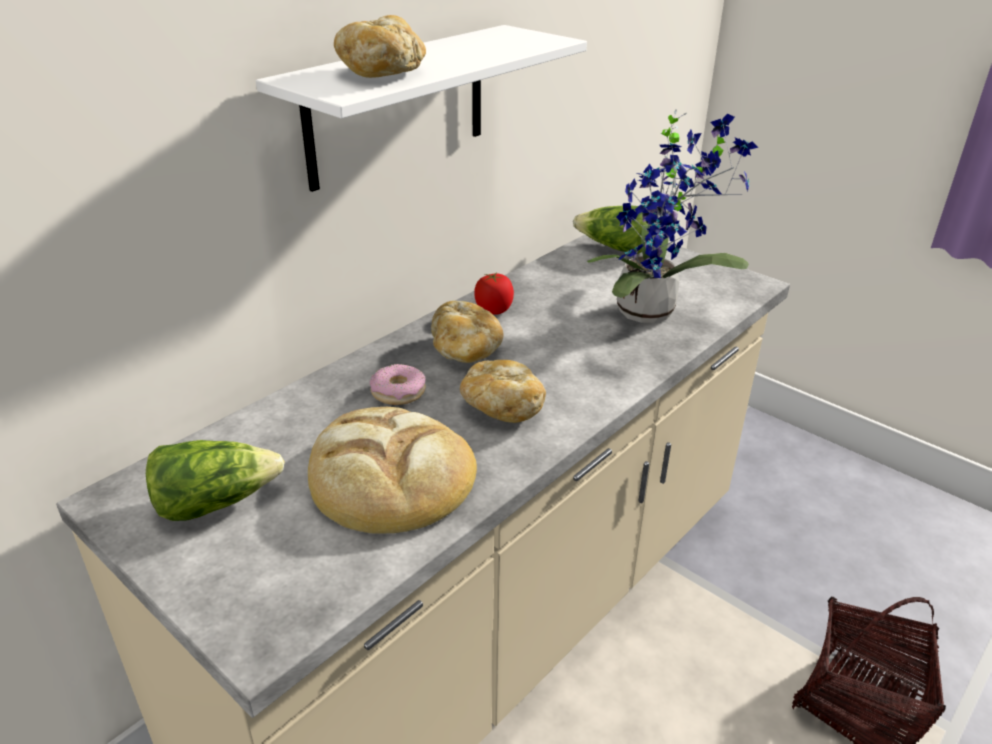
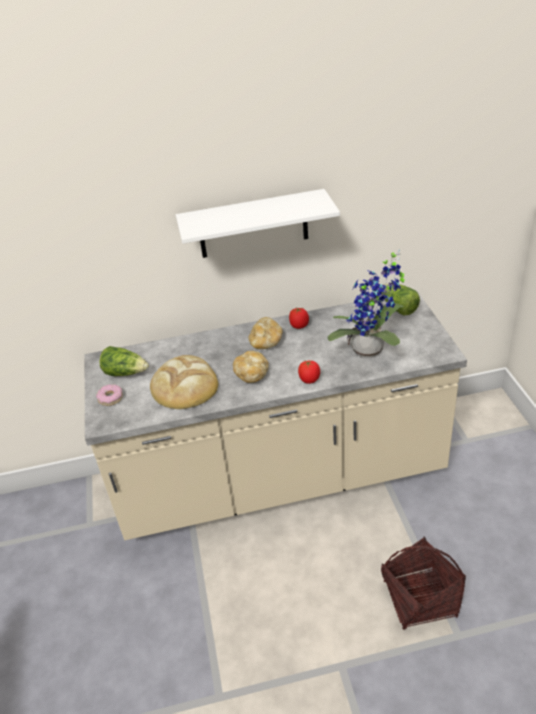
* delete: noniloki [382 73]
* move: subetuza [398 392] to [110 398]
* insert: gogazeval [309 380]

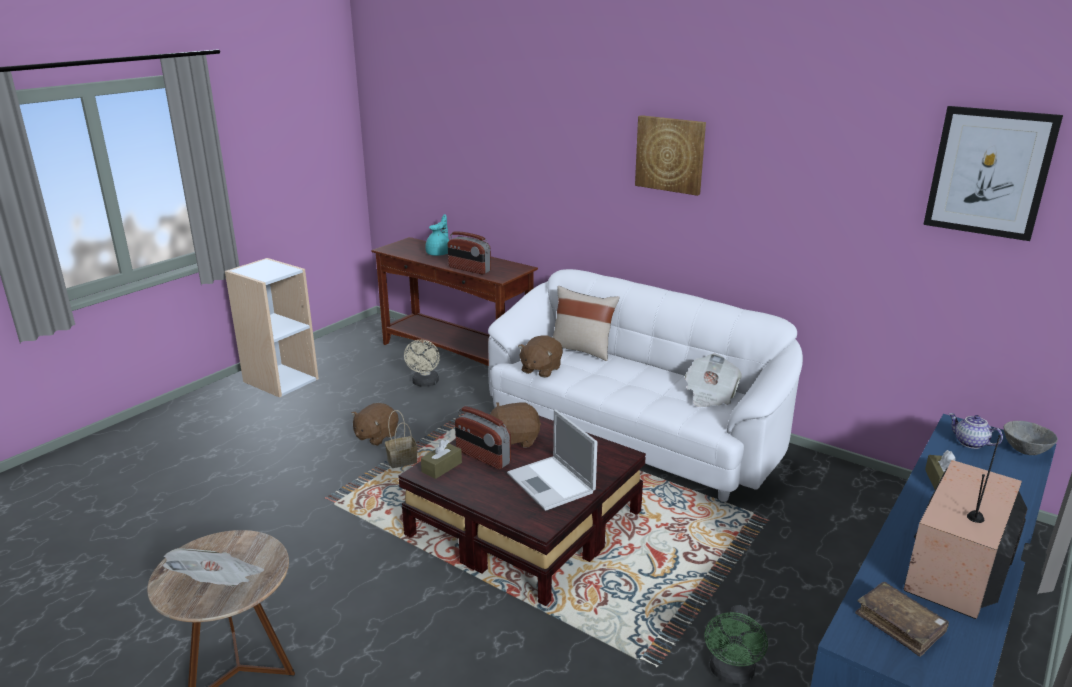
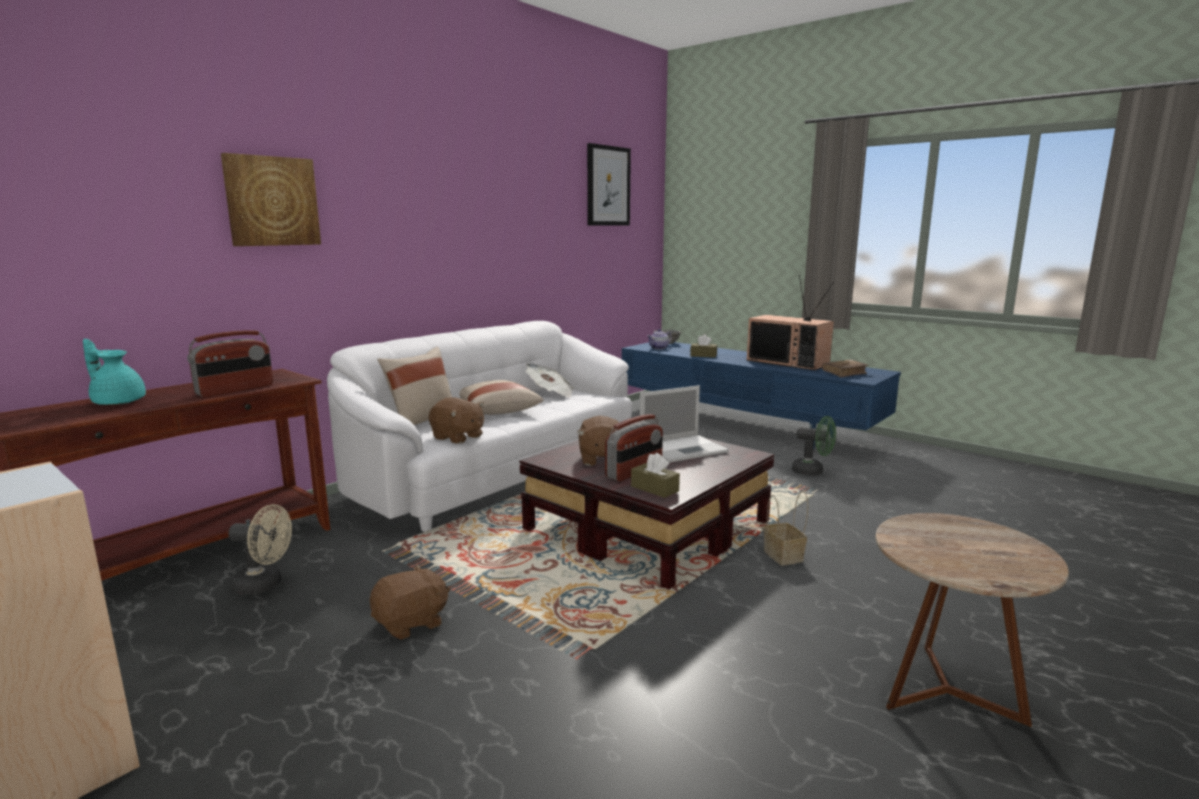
* delete: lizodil [218 584]
* rotate: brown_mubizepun [376 436] = [411 623] 75 degrees counterclockwise
* move: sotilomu [401 462] to [784 556]
* move: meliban [670 154] to [272 201]
* insert: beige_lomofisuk [497 410]

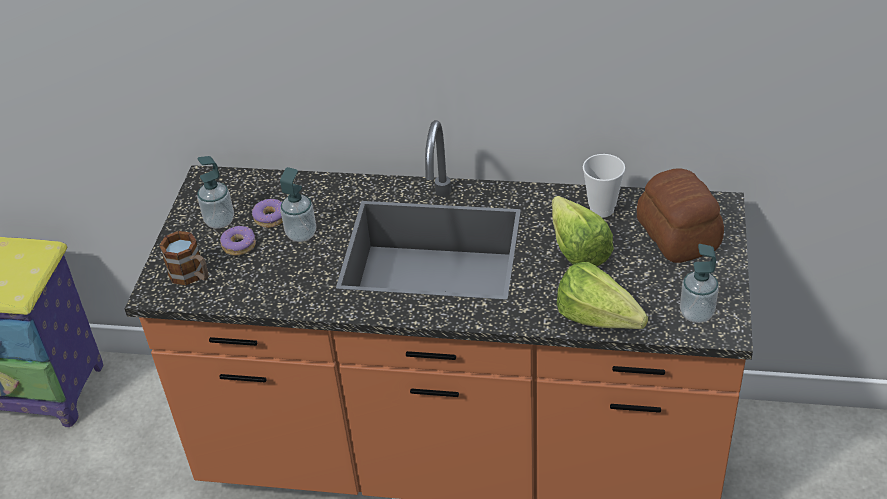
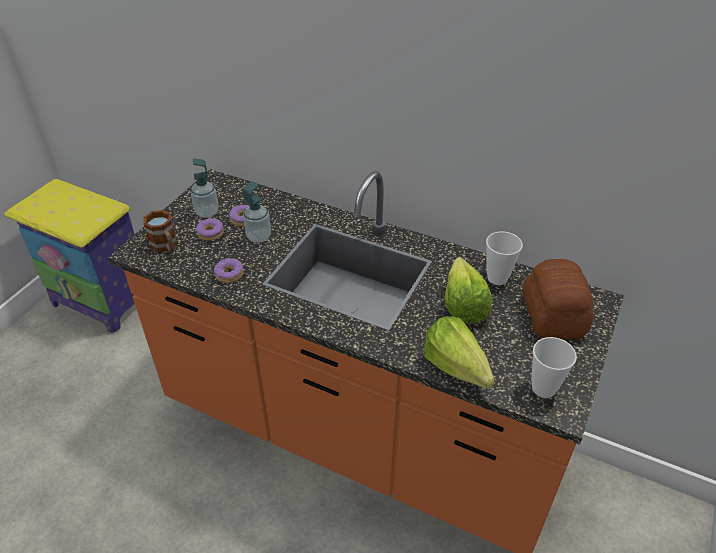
* replace: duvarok [696 313] to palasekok [543 388]
* insert: subetuza [229 275]

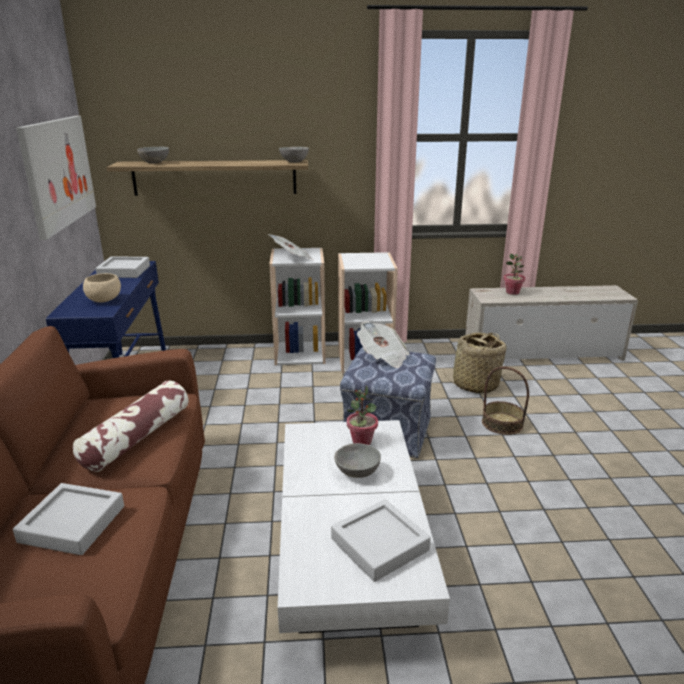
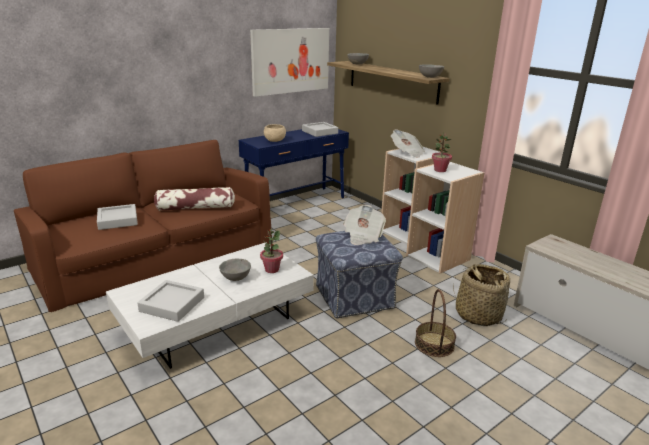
* move: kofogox [512 292] to [440 170]

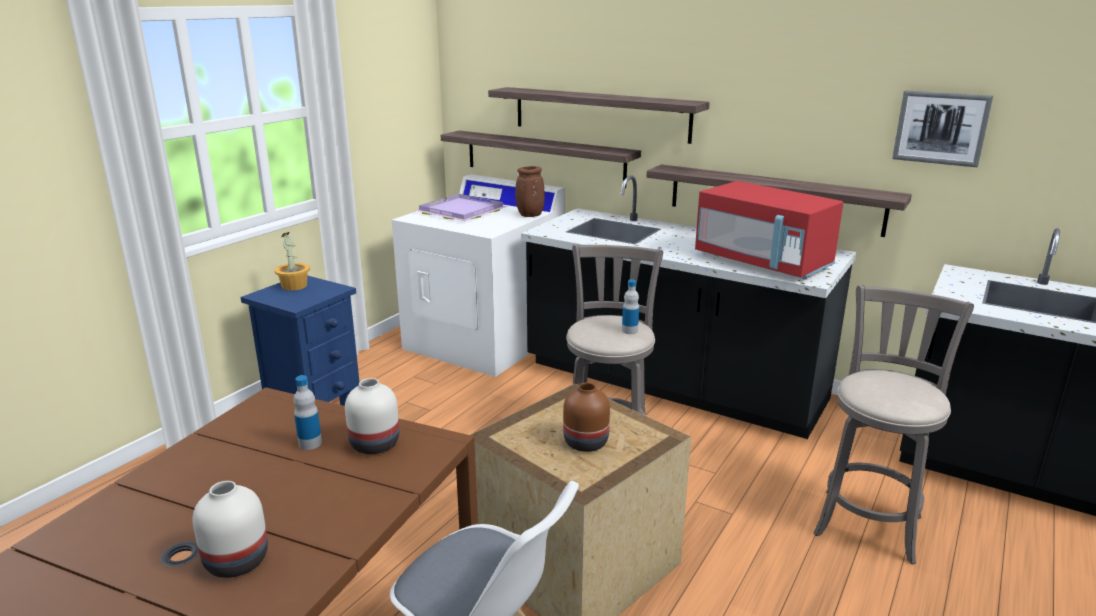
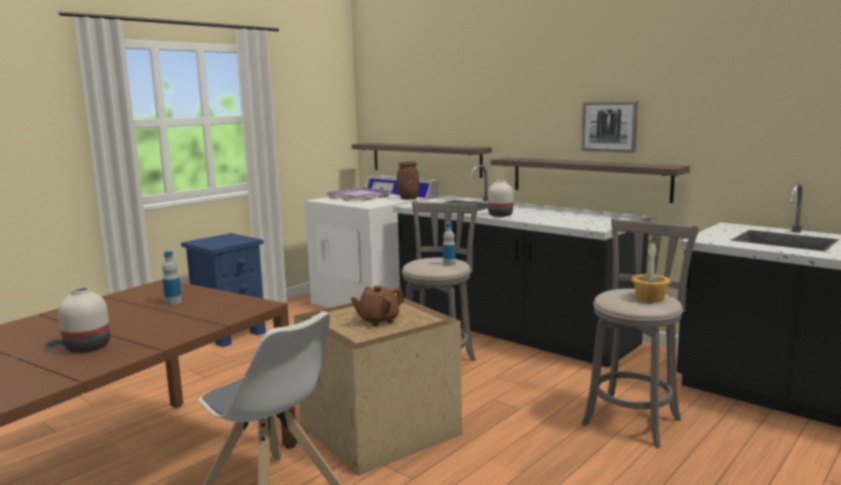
* move: kofogox [294 286] to [650 299]
* move: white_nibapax [375 445] to [500 215]
* delete: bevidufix [600 114]
* replace: brown_nibapax [586 442] to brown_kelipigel [378 321]
* delete: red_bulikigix [762 263]
* move: meliban [941 128] to [609 126]

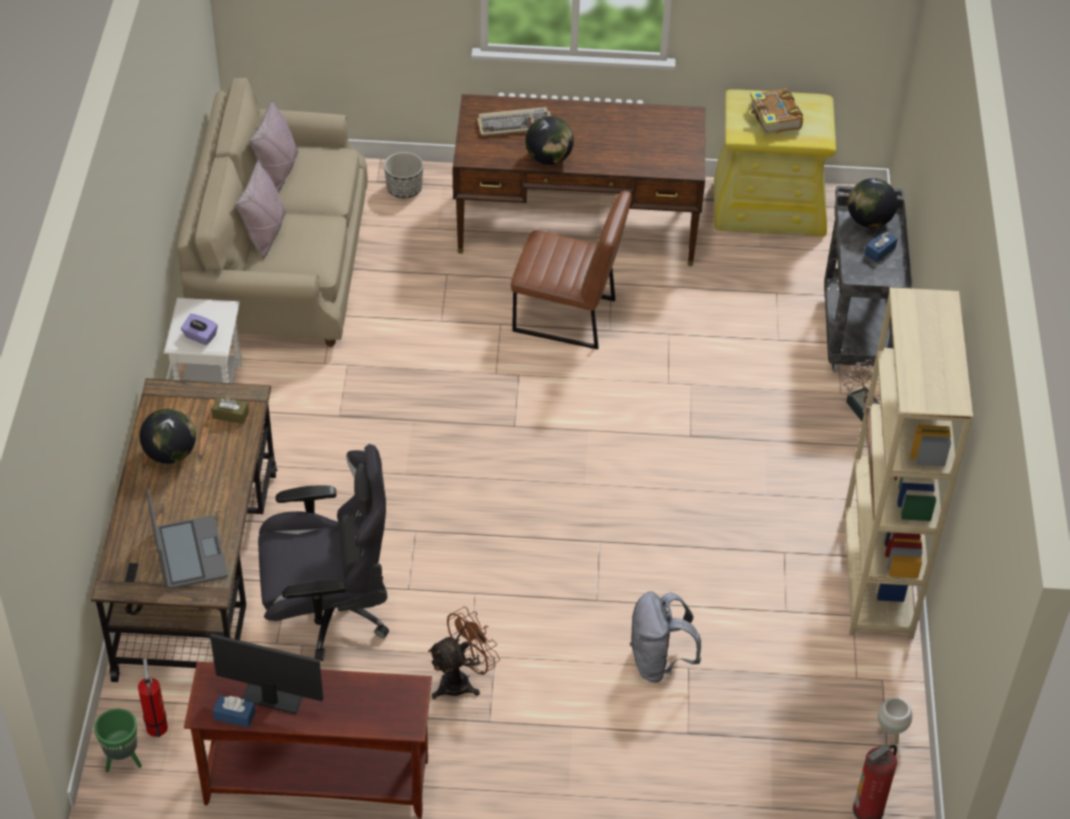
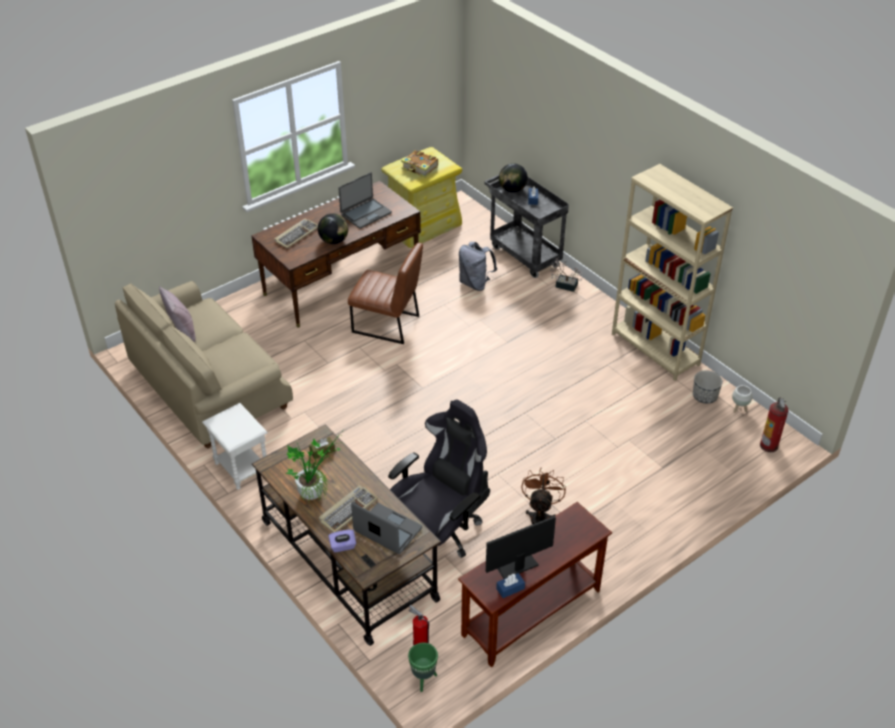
* replace: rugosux [170 454] to kofogox [314 490]
* move: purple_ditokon [200 337] to [343 546]
* delete: purple_lomofisuk [265 234]
* move: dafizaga [404 189] to [704 396]
* rotate: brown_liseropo [567 316] = [387 324] 45 degrees clockwise
* move: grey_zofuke [659 662] to [475 283]
* insert: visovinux [348 510]
* insert: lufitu [365 214]

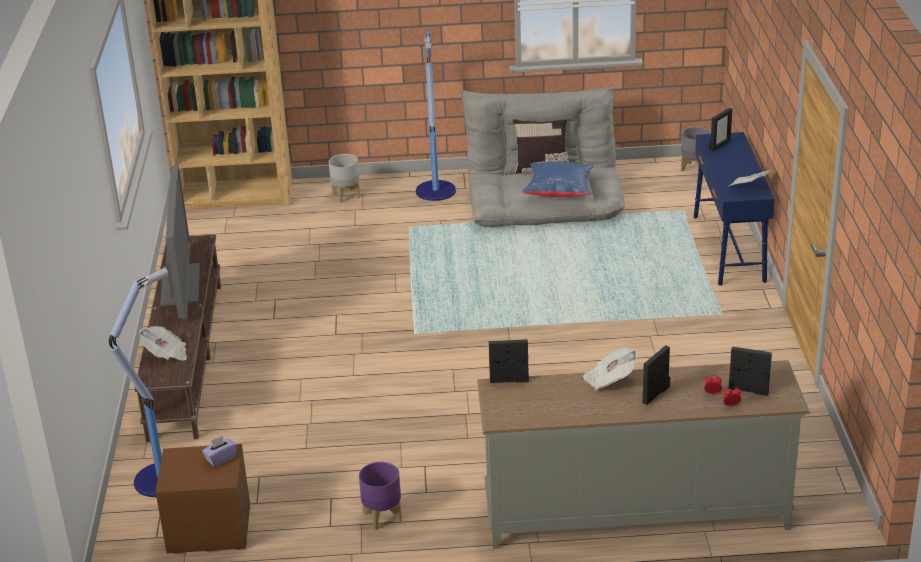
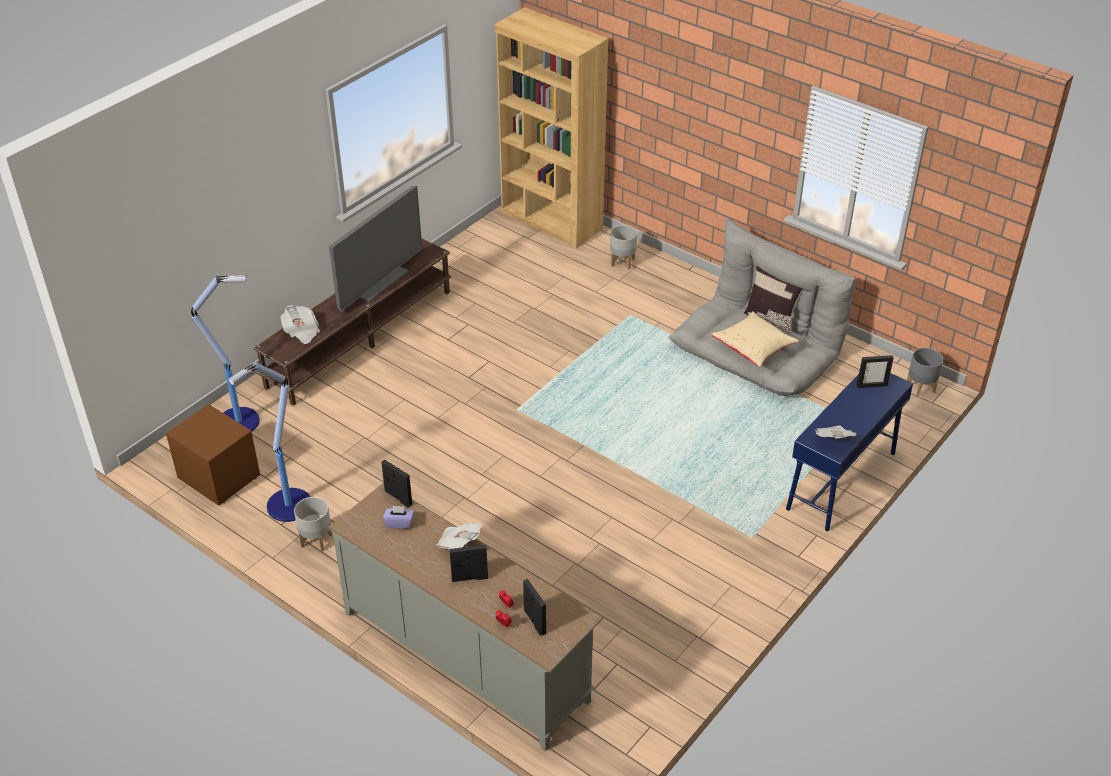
* move: purple_ditokon [221 459] to [399 523]
* recolor: purple_dafizaga [382 517] to grey_dafizaga [316 540]
* move: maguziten [436 191] to [288 506]
* recolor: blue_lomofisuk [559 190] to beige_lomofisuk [754 348]

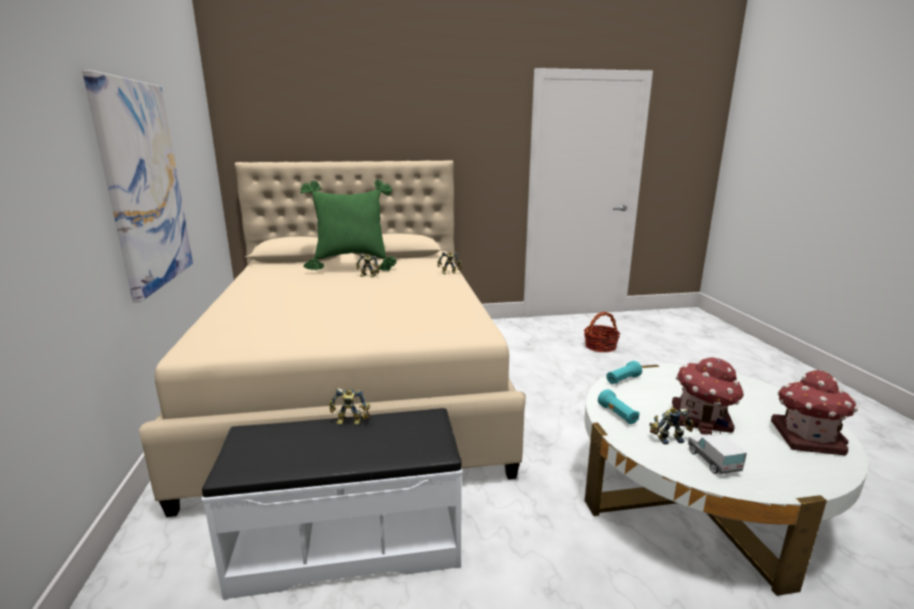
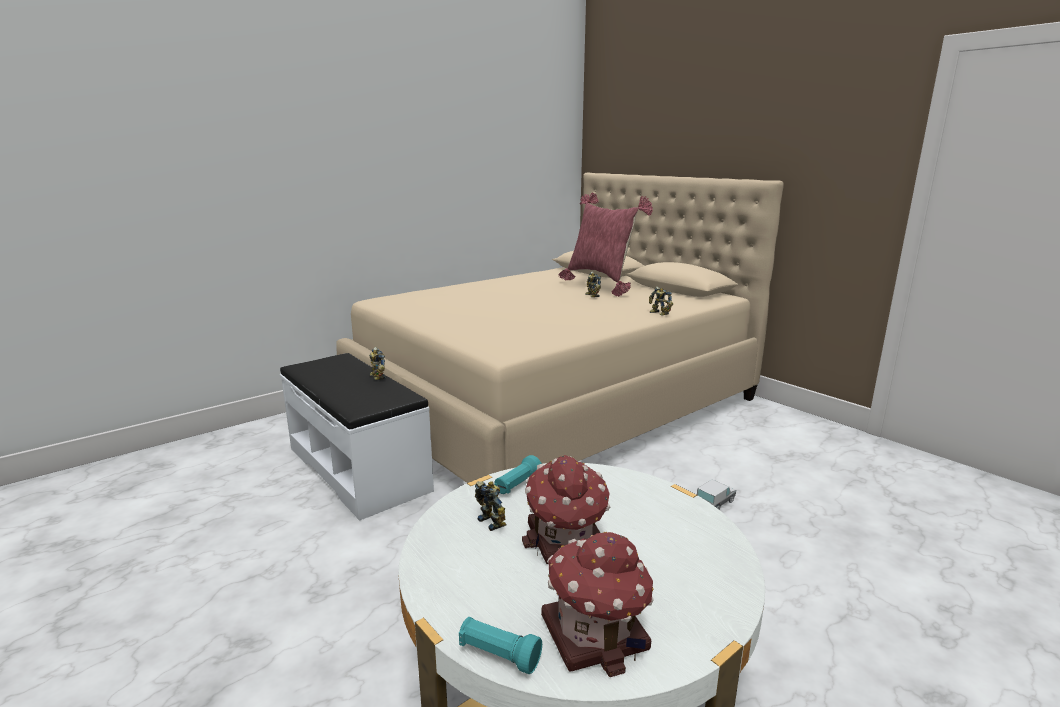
* delete: meliban [144 186]
* recolor: green_lomofisuk [351 269] to red_lomofisuk [602 288]
* delete: sotilomu [600 346]
* move: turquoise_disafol [622 380] to [498 655]
* move: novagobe [713 461] to [715 503]

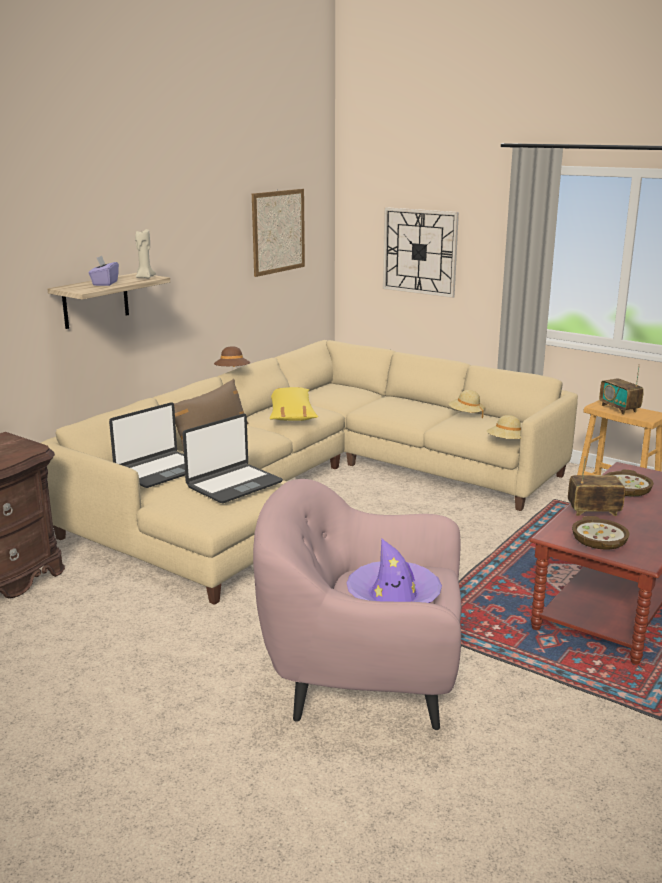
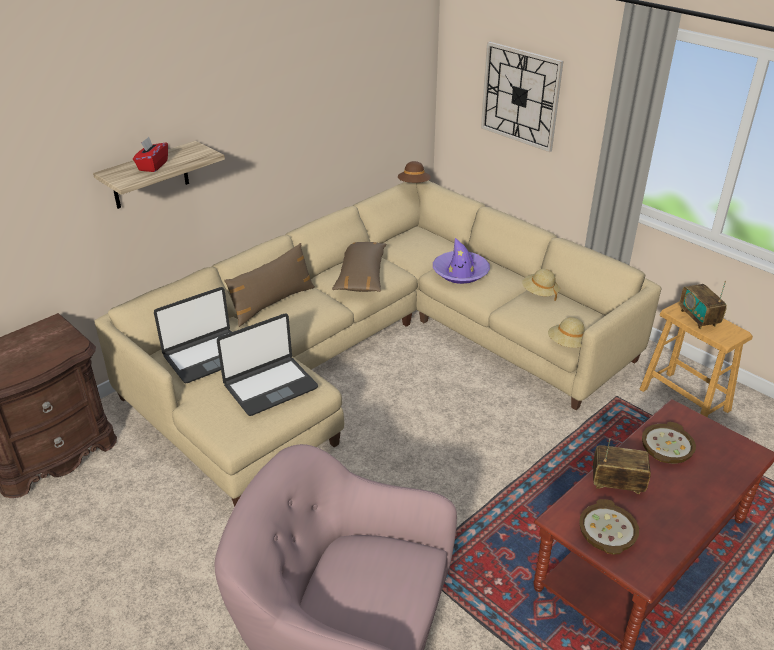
* recolor: purple_ditokon [104 283] to red_ditokon [152 166]
* delete: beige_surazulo [145 277]
* move: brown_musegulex [232 372] to [414 184]
* delete: meliban [278 230]
* recolor: yellow_lomofisuk [291 413] to brown_lomofisuk [361 274]
* move: purple_musegulex [393 596] to [460 272]

